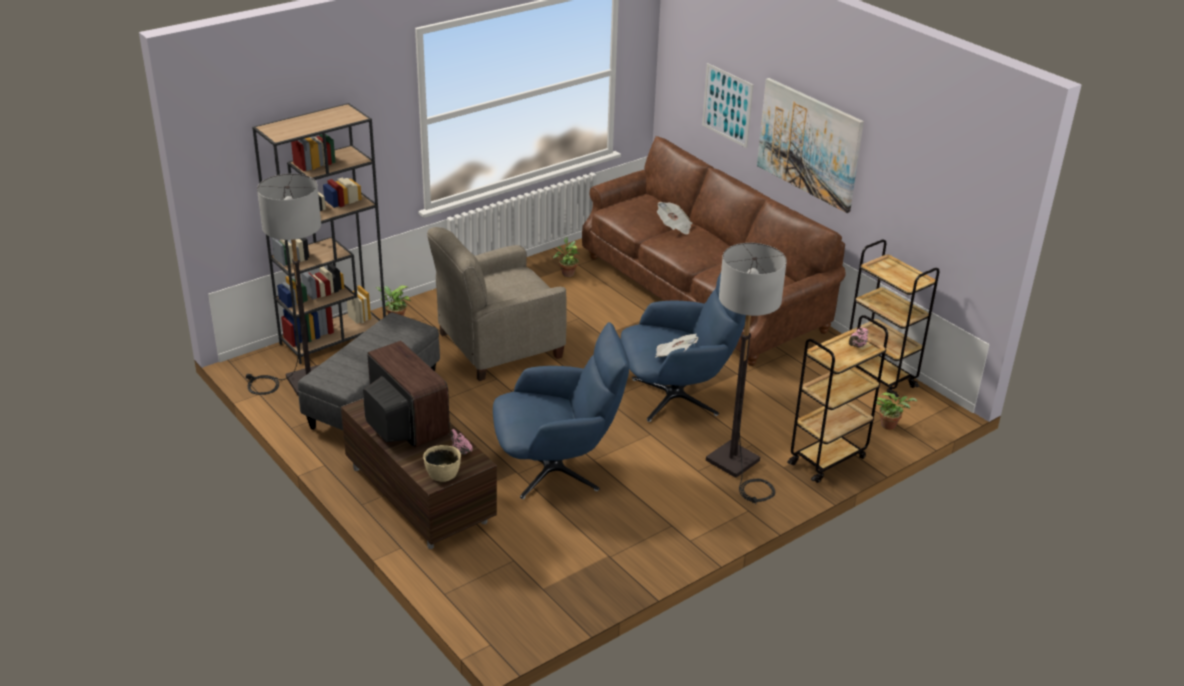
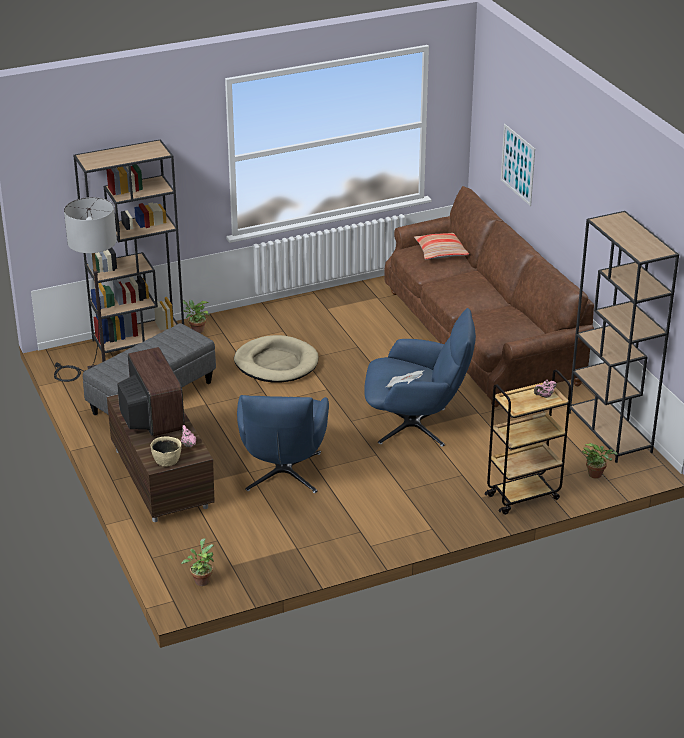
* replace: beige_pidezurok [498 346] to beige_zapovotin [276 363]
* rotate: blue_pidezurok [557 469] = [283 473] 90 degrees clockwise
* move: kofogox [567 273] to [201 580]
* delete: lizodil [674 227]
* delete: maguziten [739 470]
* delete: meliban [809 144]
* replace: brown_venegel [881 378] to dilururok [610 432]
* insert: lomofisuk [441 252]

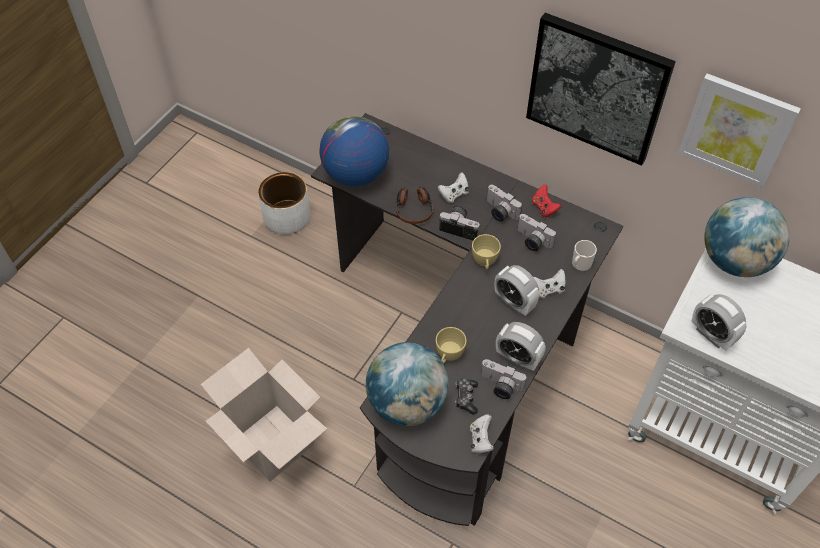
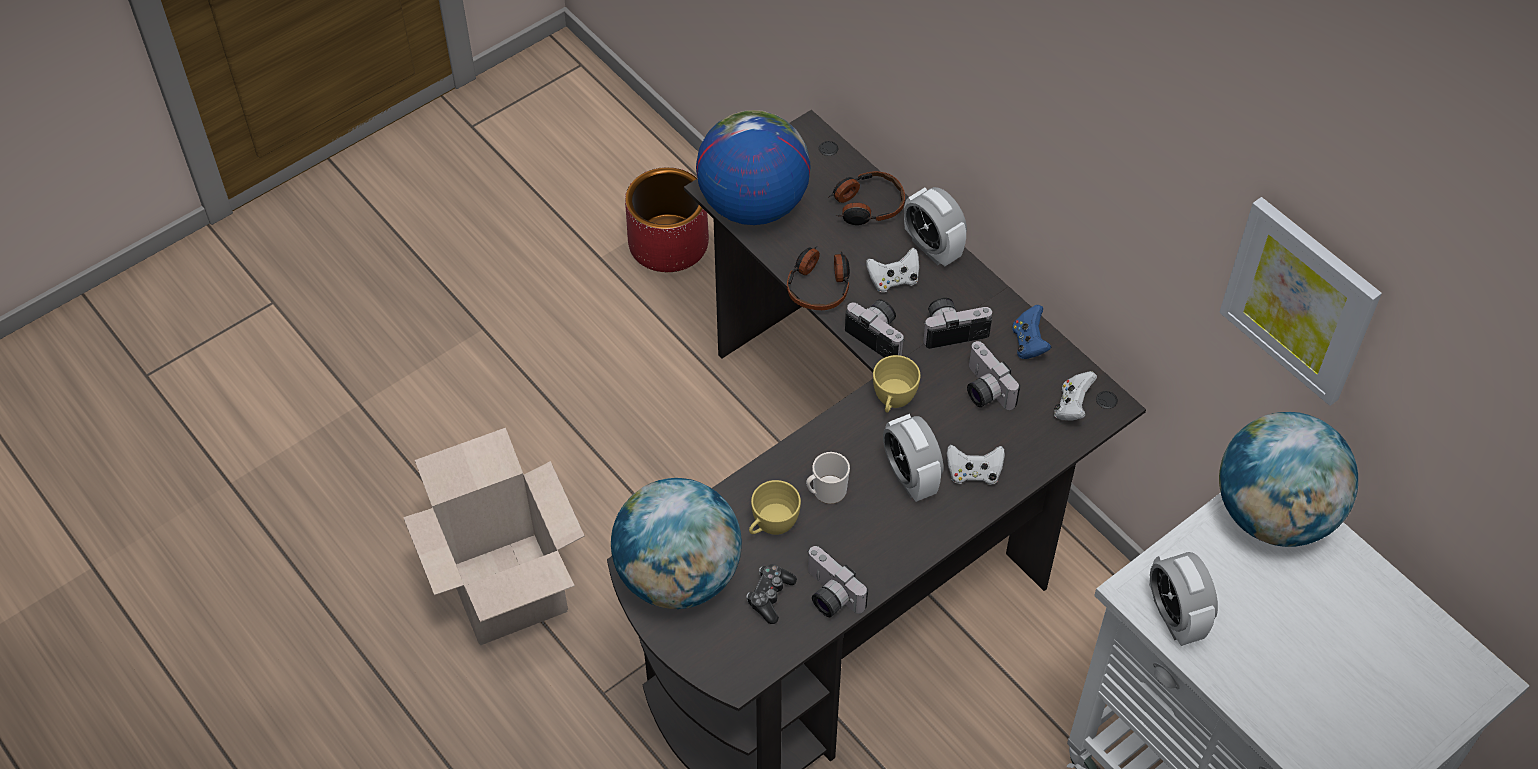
* recolor: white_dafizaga [287 217] to red_dafizaga [669 243]
* move: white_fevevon [480 440] to [1072 406]
* rotate: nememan [499 212] = [953 328] 105 degrees clockwise
* move: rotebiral [517 358] to [932 248]
* delete: meliban [597 88]
* recolor: red_fevevon [544 208] to blue_fevevon [1029 343]
* move: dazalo [580 265] to [826 492]
* insert: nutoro [866 206]

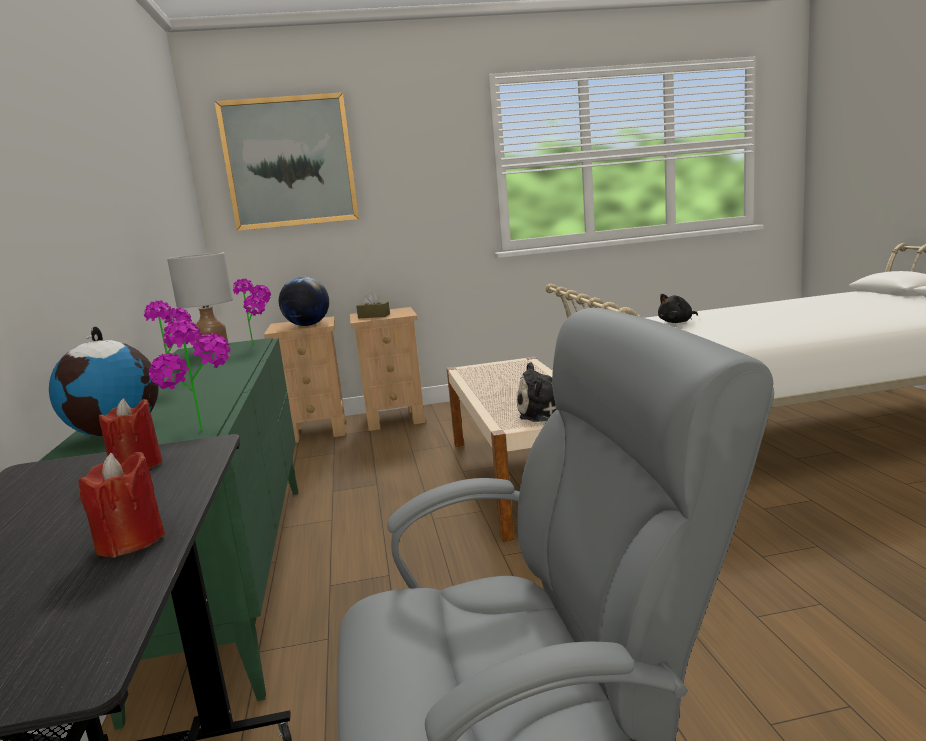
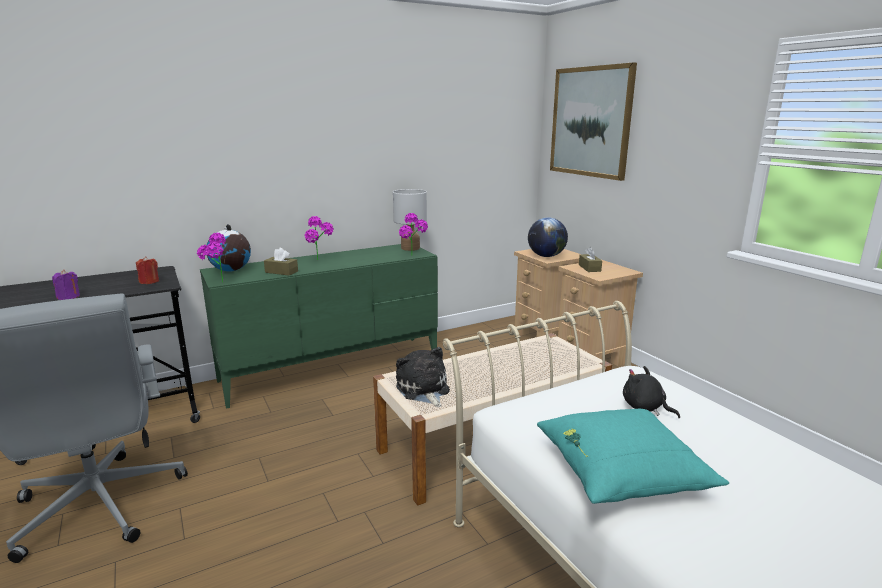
* recolor: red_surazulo [130 541] to purple_surazulo [68 297]
* insert: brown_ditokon [281 272]
* insert: turquoise_lomofisuk [621 473]

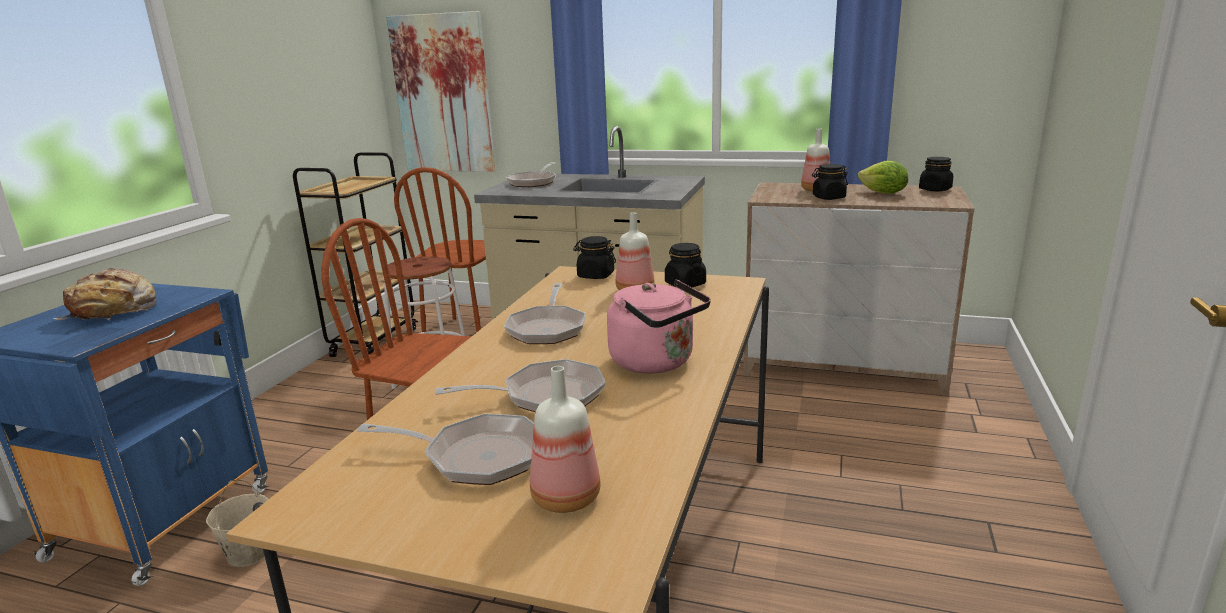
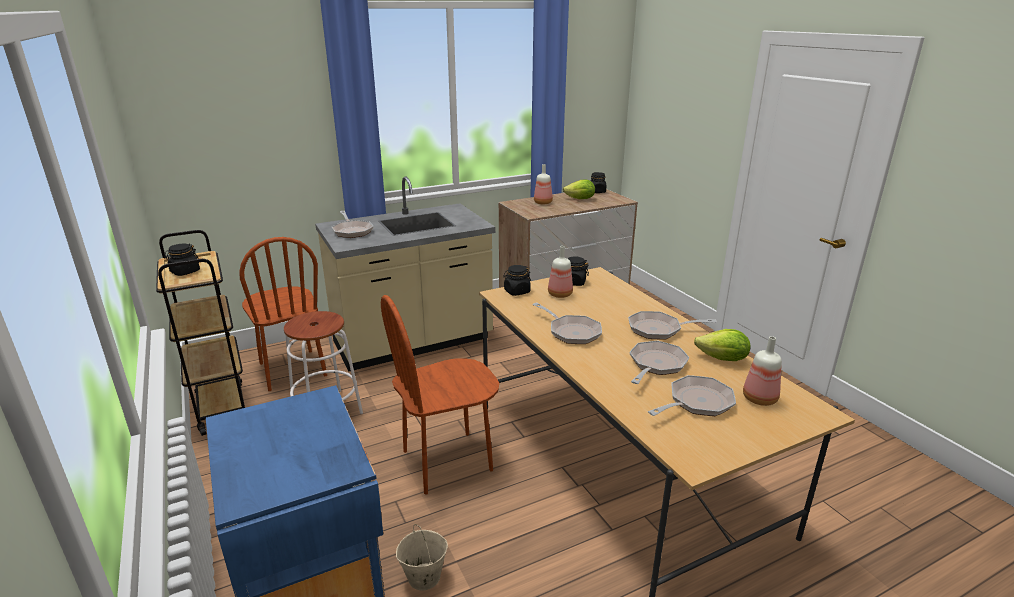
* delete: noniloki [114 311]
* delete: meliban [443 94]
* replace: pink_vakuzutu [656 363] to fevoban [659 329]
* move: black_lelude [828 197] to [185 272]
* insert: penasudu [722 359]

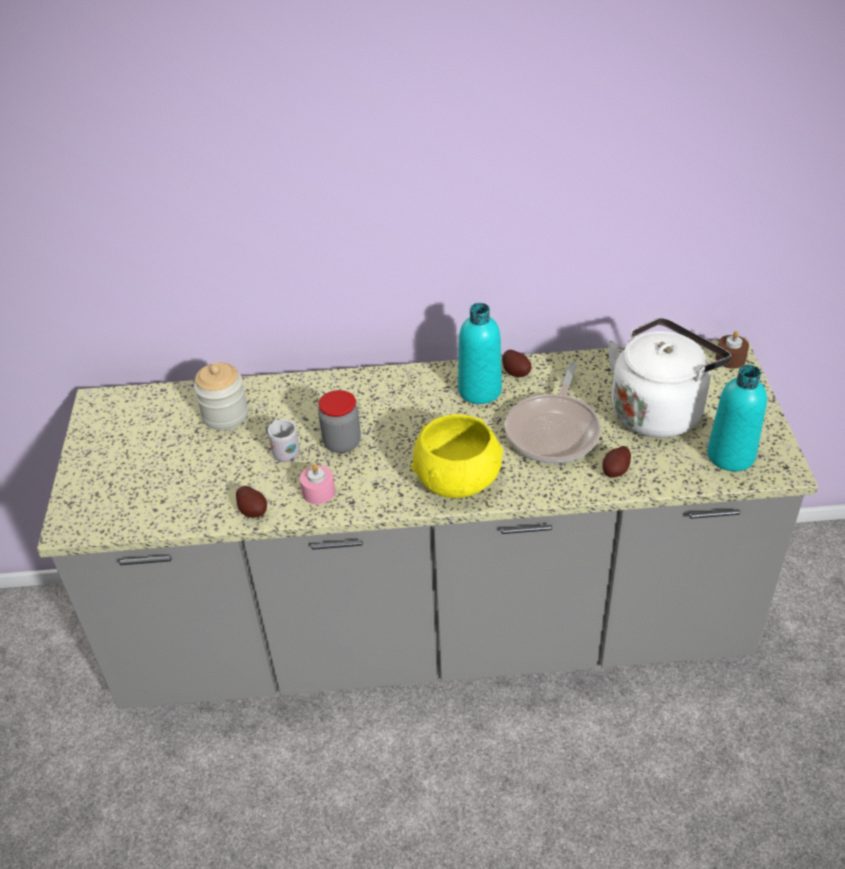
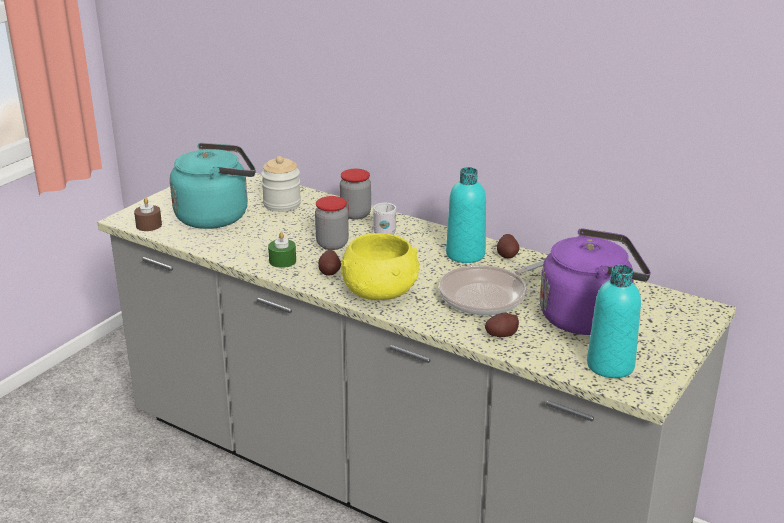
* move: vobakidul [253 510] to [330 272]
* move: white_dazalo [283 453] to [384 232]
* recolor: pink_surazulo [318 492] to green_surazulo [282 261]
* recolor: white_vakuzutu [658 410] to purple_vakuzutu [589 317]
* move: brown_surazulo [730 359] to [149 225]
* insert: turquoise_vakuzutu [217 216]
* insert: lelude [356 214]

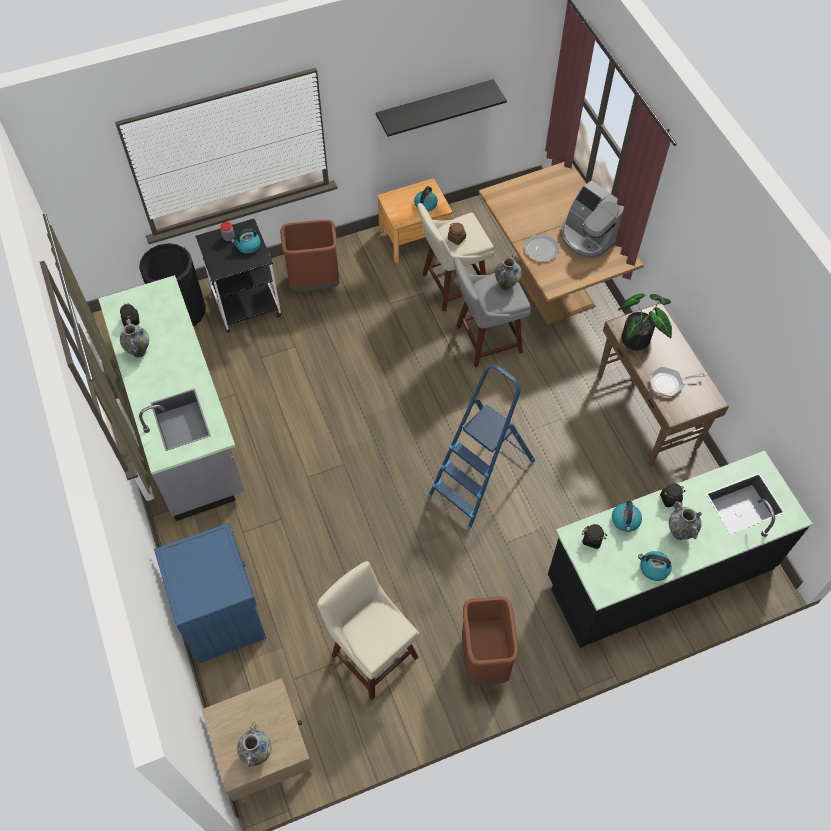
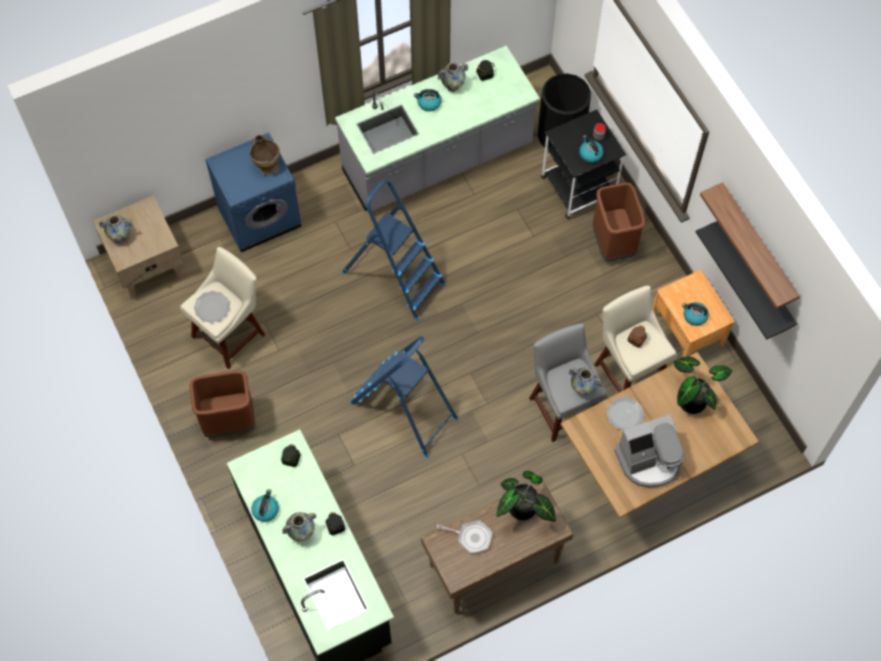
* rotate: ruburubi [588 237] = [649 460] 150 degrees counterclockwise
* move: vakuzutu [625 521] to [428 103]
* rotate: fevoban [668 383] = [471 537] 120 degrees clockwise
* insert: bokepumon [212 307]
* insert: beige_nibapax [266 164]
* insert: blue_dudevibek [394 278]
* insert: kofogox [692 398]
* insert: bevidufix [757 245]

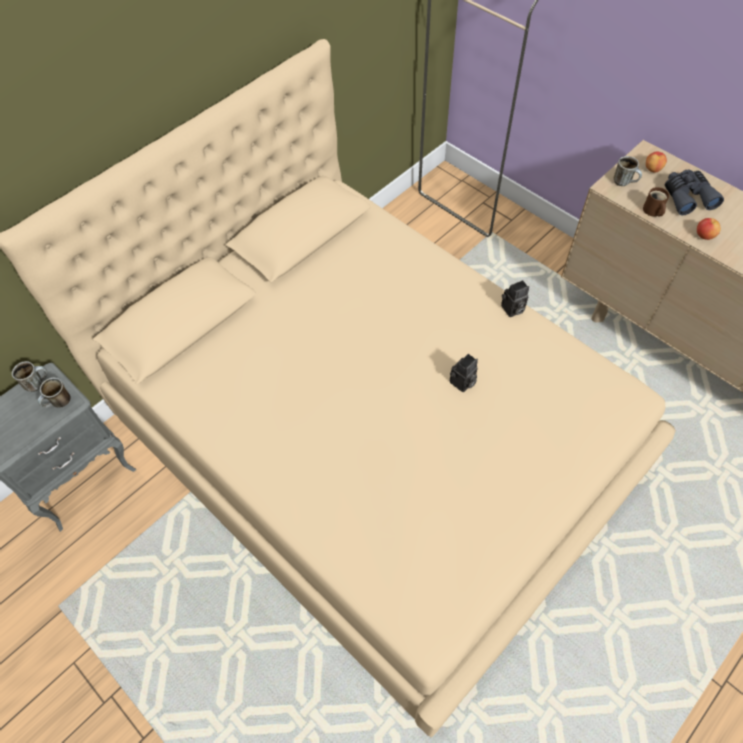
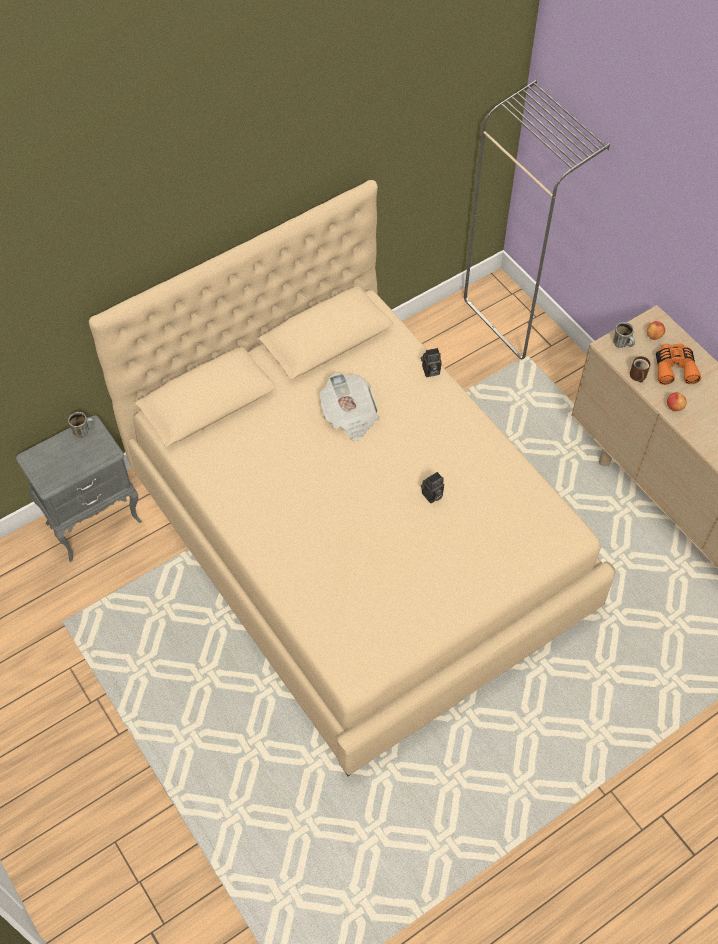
* delete: dazalo [59 404]
* move: nememan [512 310] to [430 371]
* recolor: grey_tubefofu [687 197] to orange_tubefofu [674 368]
* insert: lizodil [349 416]

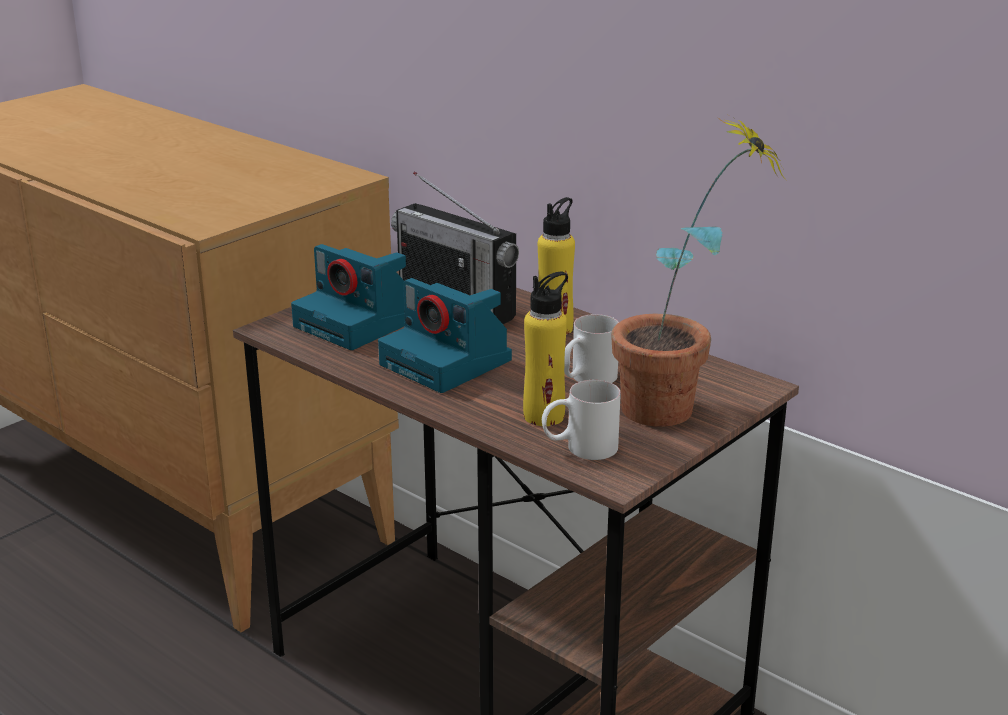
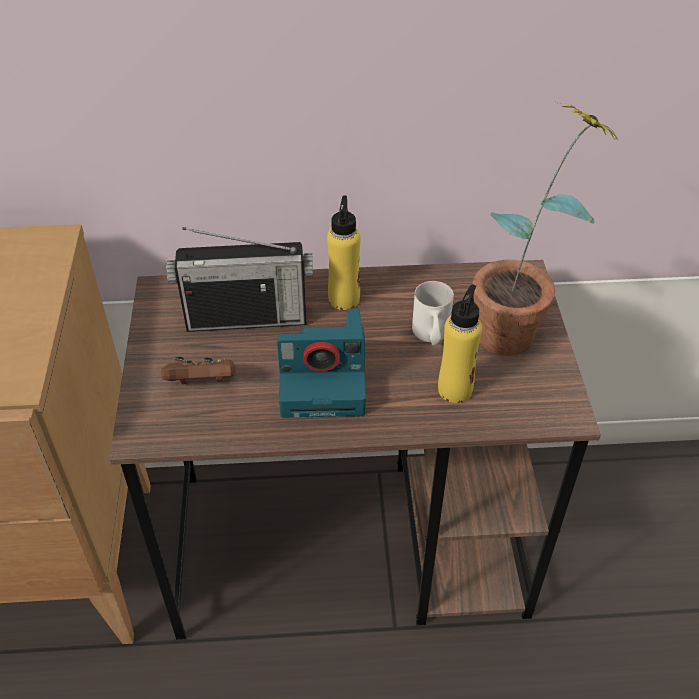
* replace: nememan [359 323] to brown_fevevon [202 384]
* delete: white_dazalo [579 449]

